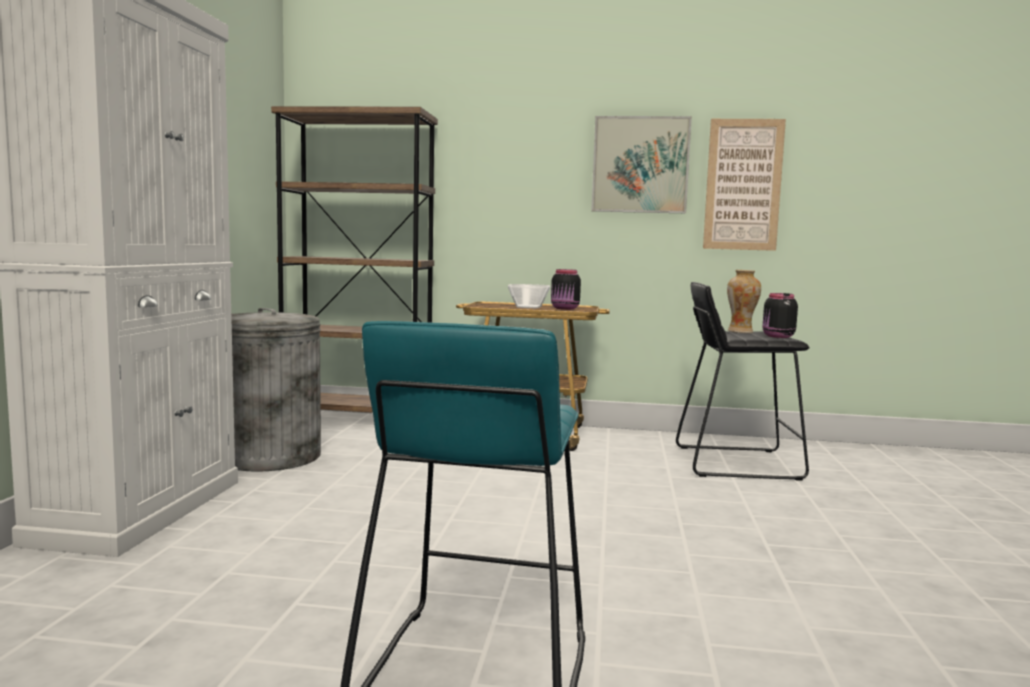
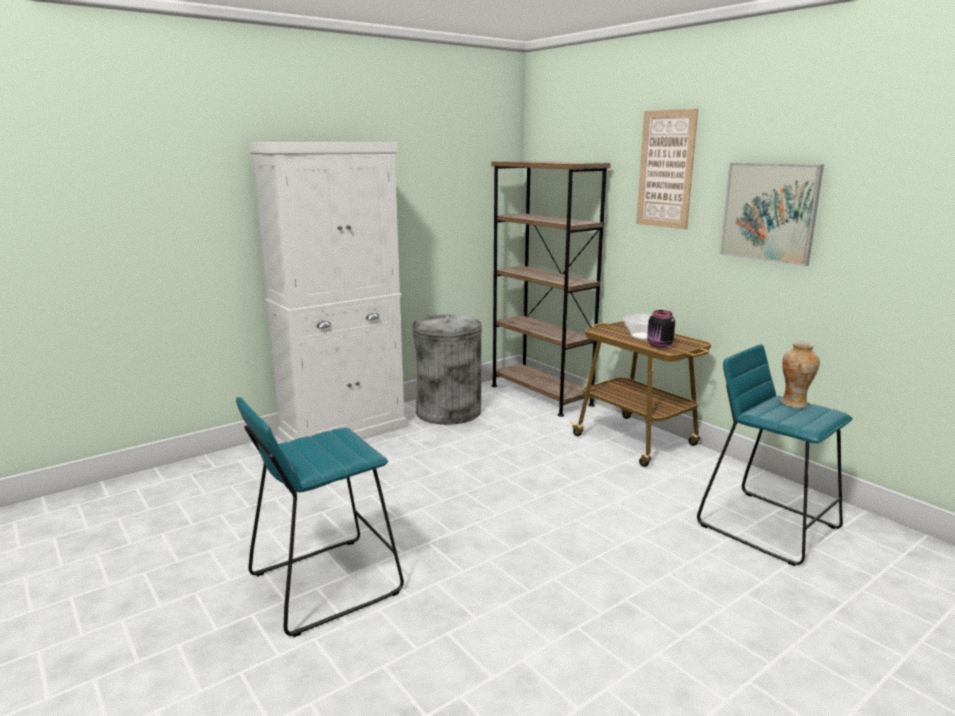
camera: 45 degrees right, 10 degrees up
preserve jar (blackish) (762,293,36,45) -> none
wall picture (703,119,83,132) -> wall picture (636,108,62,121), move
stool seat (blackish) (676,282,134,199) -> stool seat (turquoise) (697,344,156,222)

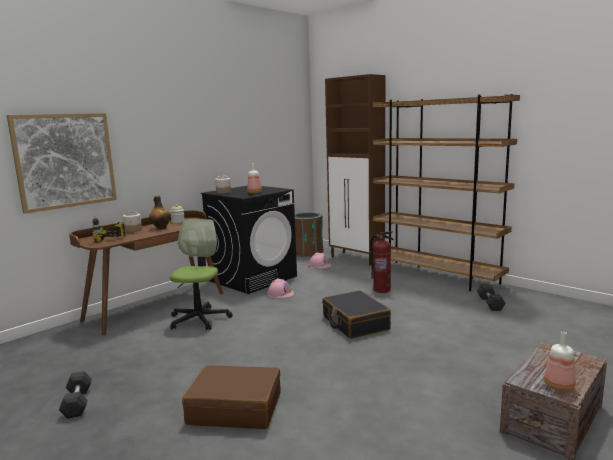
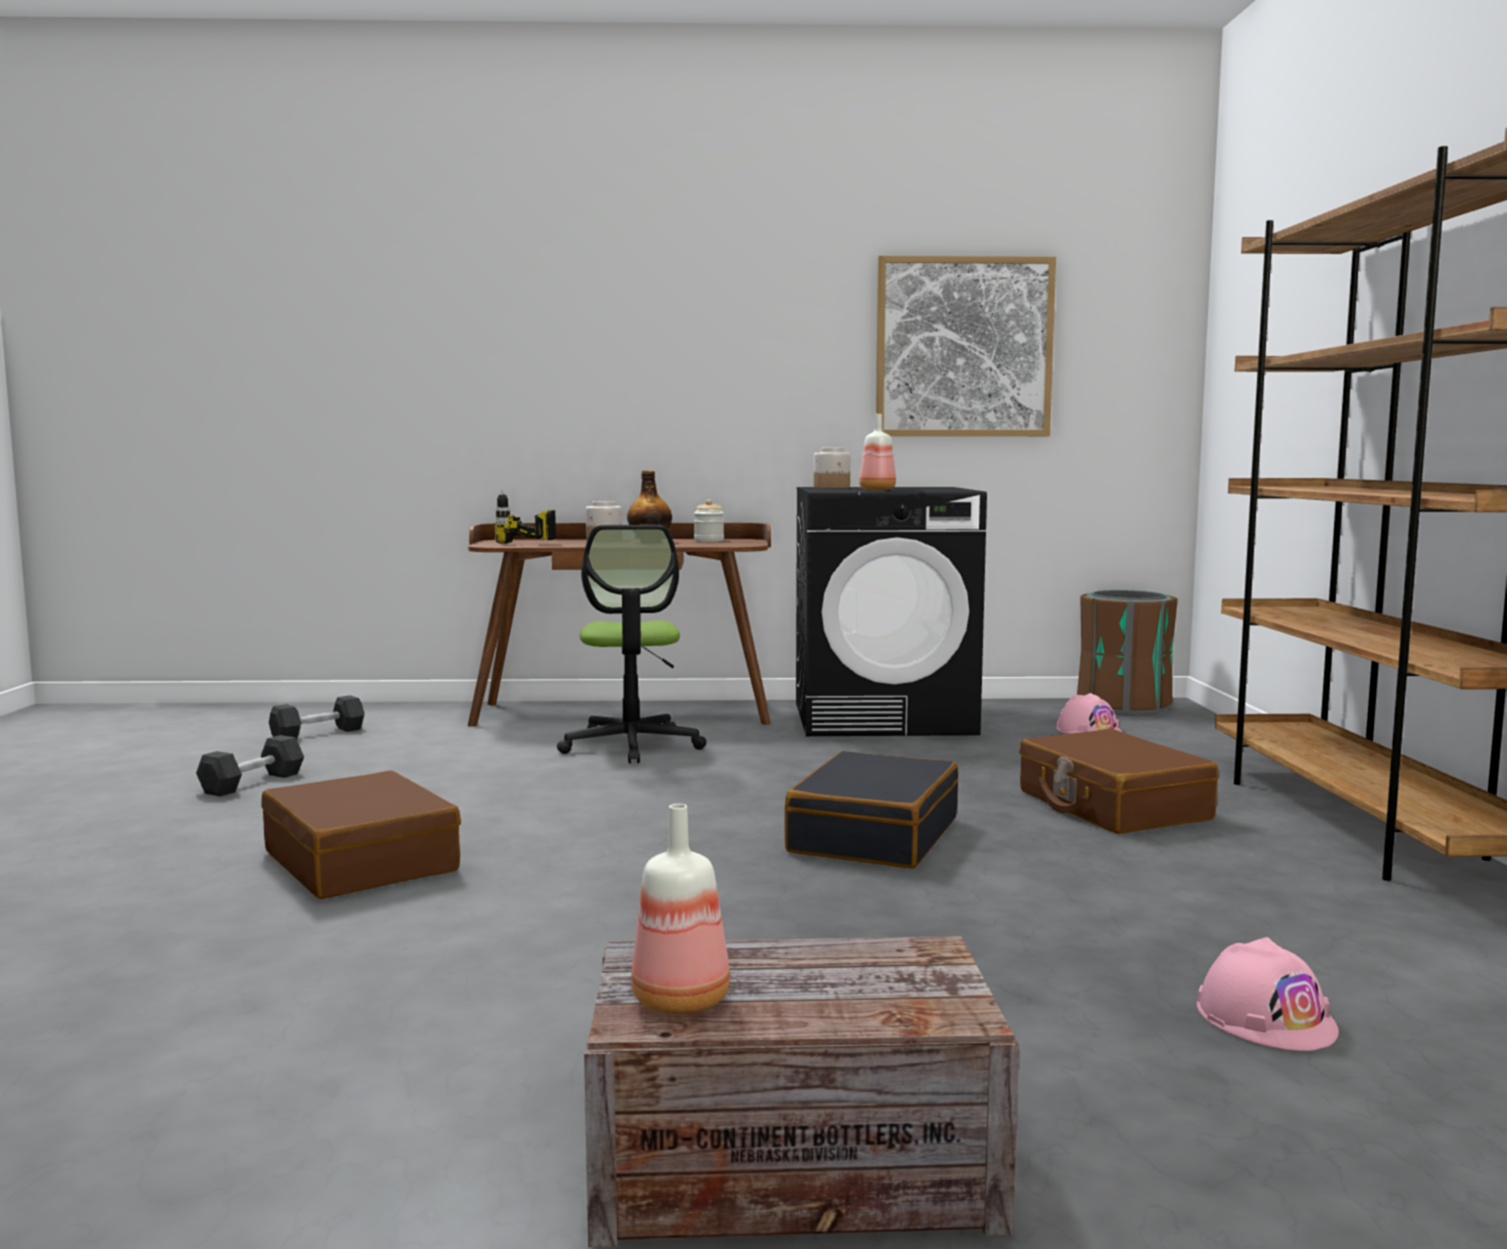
camera: 45 degrees right, 5 degrees down
cupboard (brownish) (325,74,60,192) -> none
wall picture (7,113,110,101) -> wall picture (876,256,180,180), move
work helmet (pink-coloured) (267,278,27,20) -> work helmet (pink-coloured) (1197,937,142,114), move
dumbbell (gray) (477,284,29,27) -> dumbbell (gray) (269,695,95,44), move
extinguisher (370,231,24,62) -> piece of luggage (brownish) (1019,729,199,105)
computer chair (170,219,63,111) -> computer chair (557,525,149,238), 120 degrees clockwise

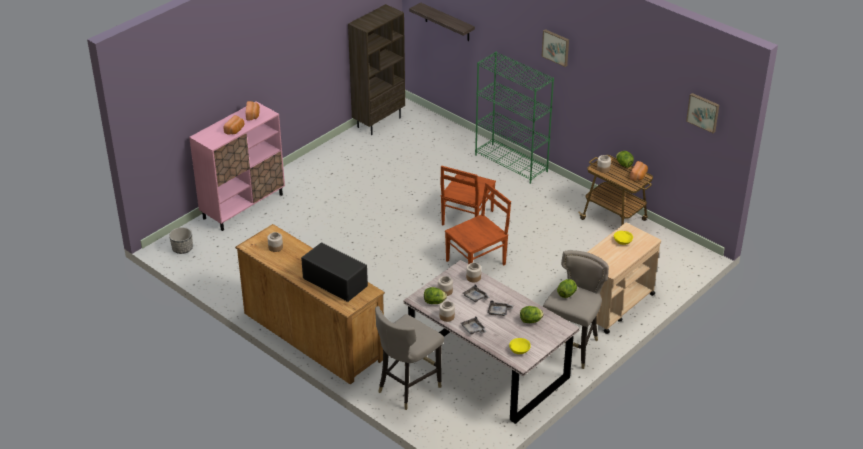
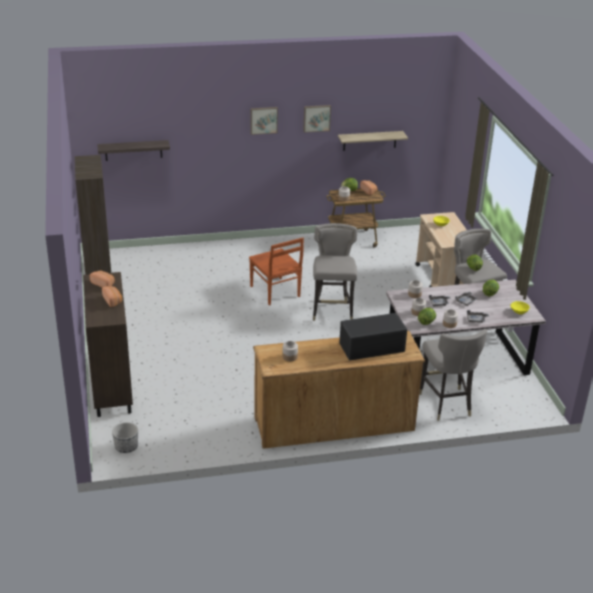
camera: 55 degrees left, 5 degrees down
shelving unit (green) (475,52,79,132) -> none
none -> shelf (338,131,70,20)
wall picture (686,93,33,40) -> wall picture (303,105,28,28), move
plain chair (brownish) (445,182,66,83) -> stool seat (gray) (313,223,44,98)
cupboard (pink-coloured) (189,101,96,130) -> cupboard (brownish) (83,272,50,145)

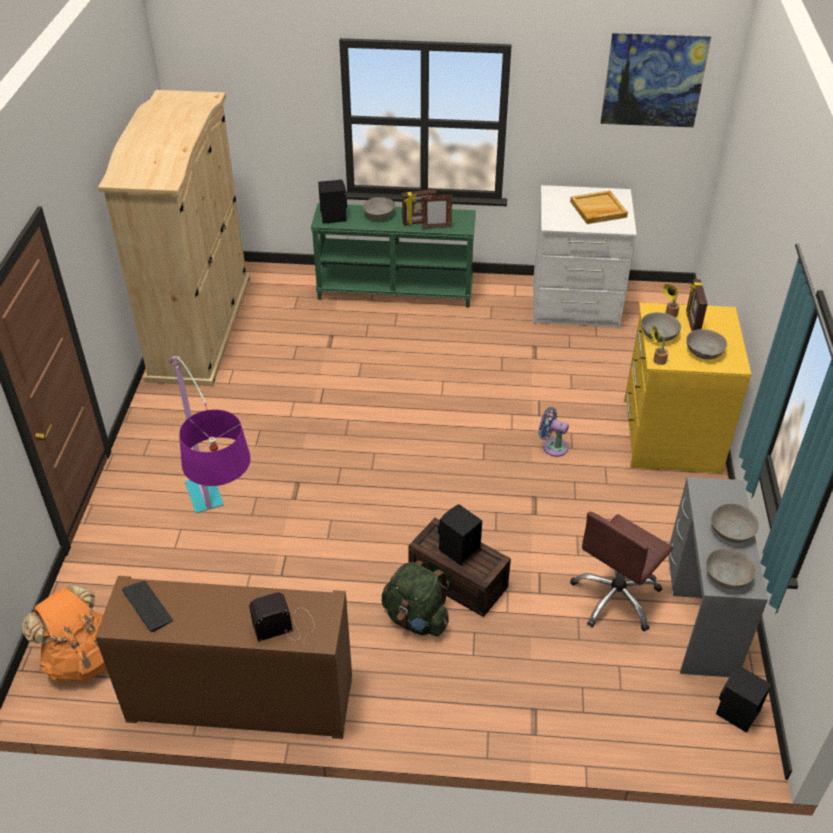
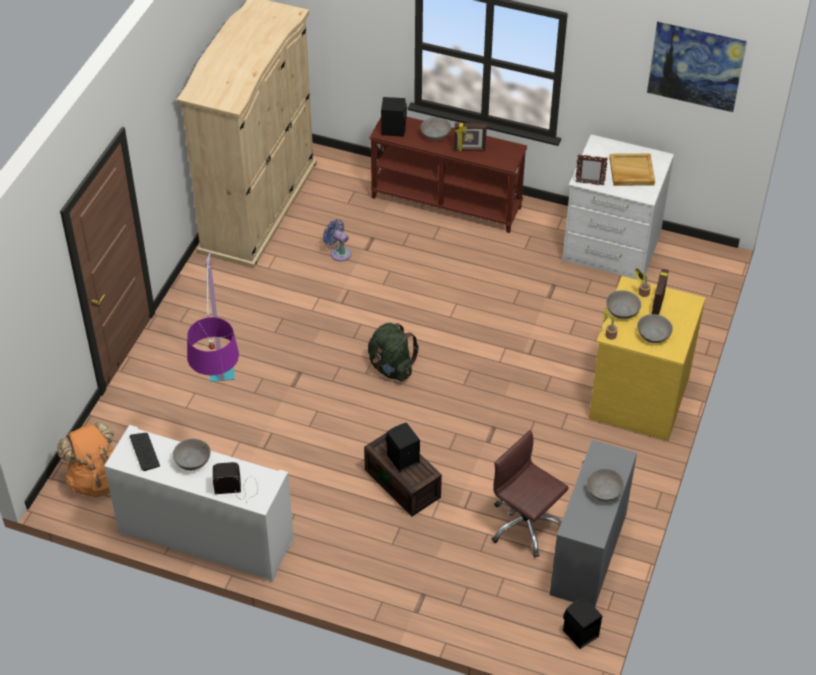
camera: 15 degrees right, 5 degrees up
knapsack (green) (382,560,67,76) -> knapsack (green) (368,323,51,59), move
picture frame (421,194,32,35) -> picture frame (575,155,33,31), move
cooling fan (blue) (538,407,31,50) -> cooling fan (blue) (323,219,28,42), move
serving bowl (gray) (706,548,50,42) -> serving bowl (gray) (173,439,38,32), move
cupboard (brownish) (95,576,257,163) -> cupboard (white-coloured) (104,425,190,157)
hall table (green) (311,203,165,104) -> hall table (brownish) (370,116,157,117)
computer chair (brownish) (570,512,103,119) -> computer chair (brownish) (492,430,77,128), 75 degrees clockwise

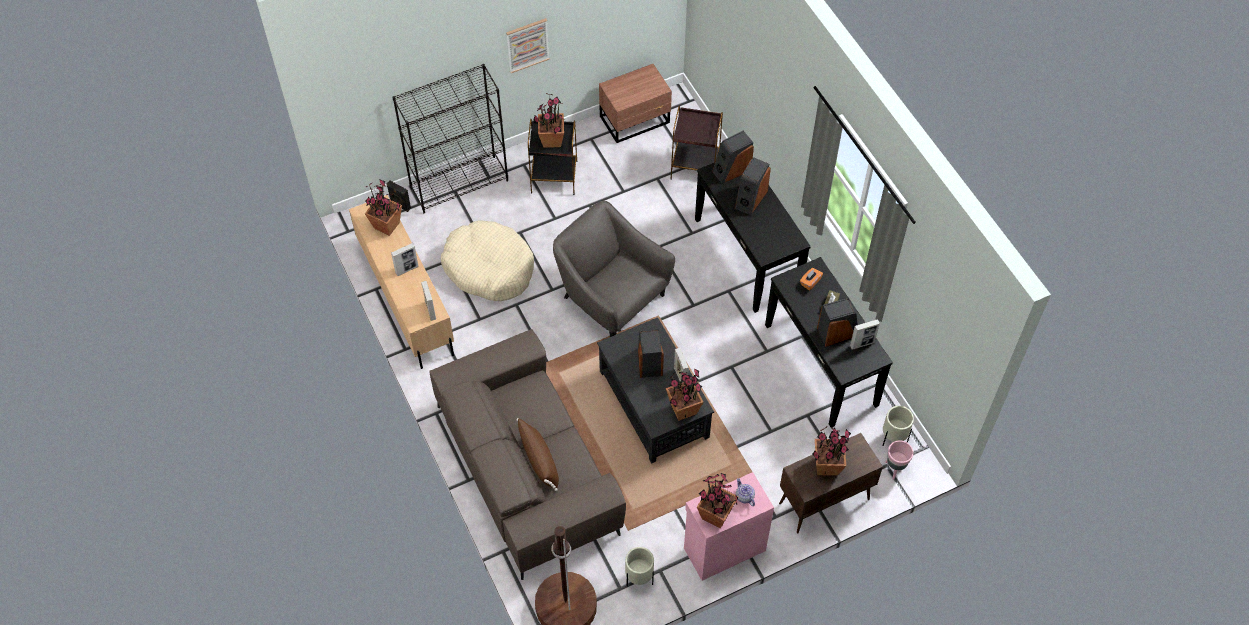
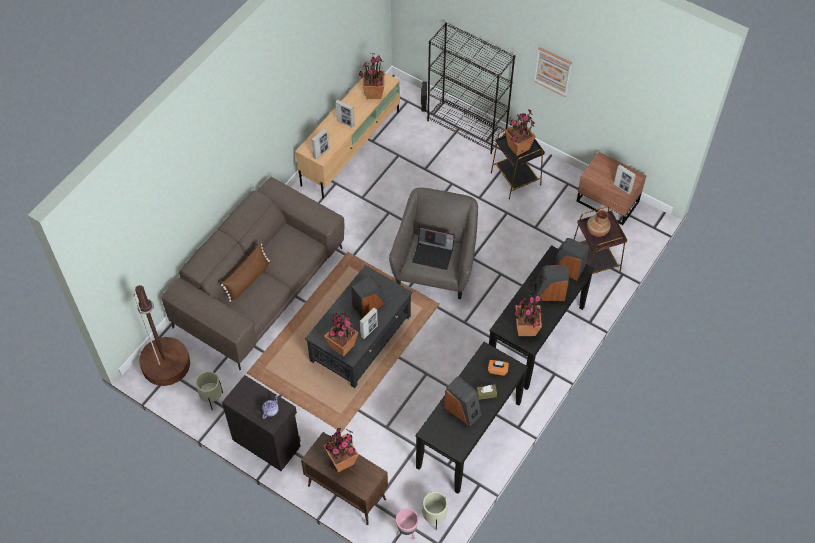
camera: 60 degrees right, 0 degrees up
dog cushion (beige) (441,220,93,81) -> none
none -> laptop (412,227,43,43)
none -> decorative vase (brownish) (587,210,24,27)
potted plant (697,473,42,56) -> potted plant (513,289,30,47), move
picture frame (850,319,30,31) -> picture frame (614,165,22,29), move
cupboard (pink-coloured) (684,472,90,109) -> cupboard (blackish) (222,375,79,96)

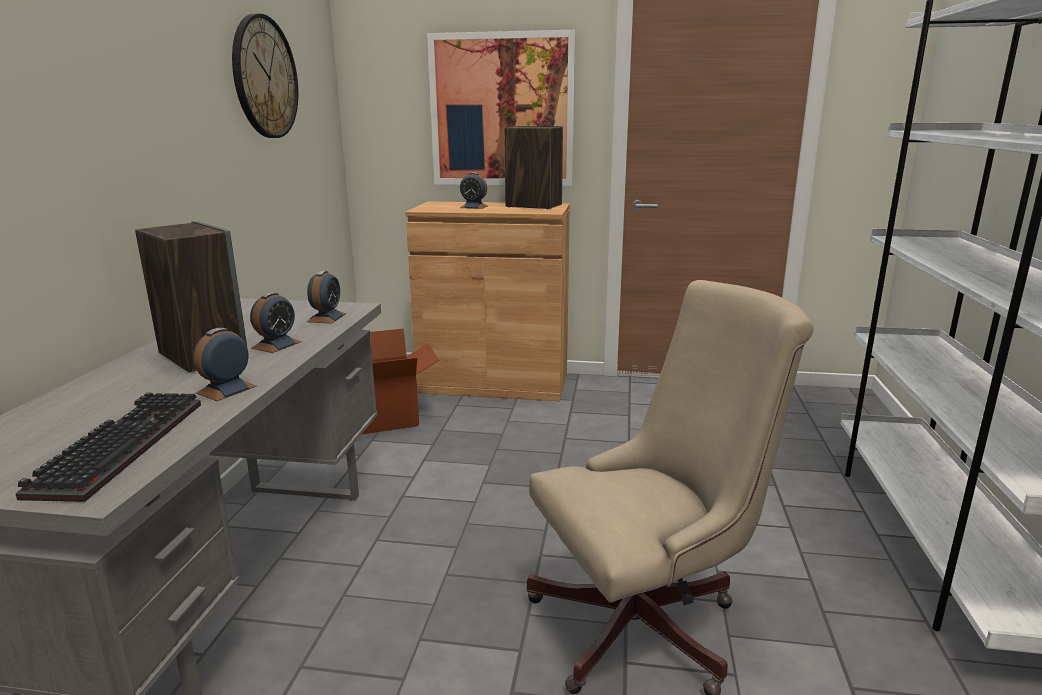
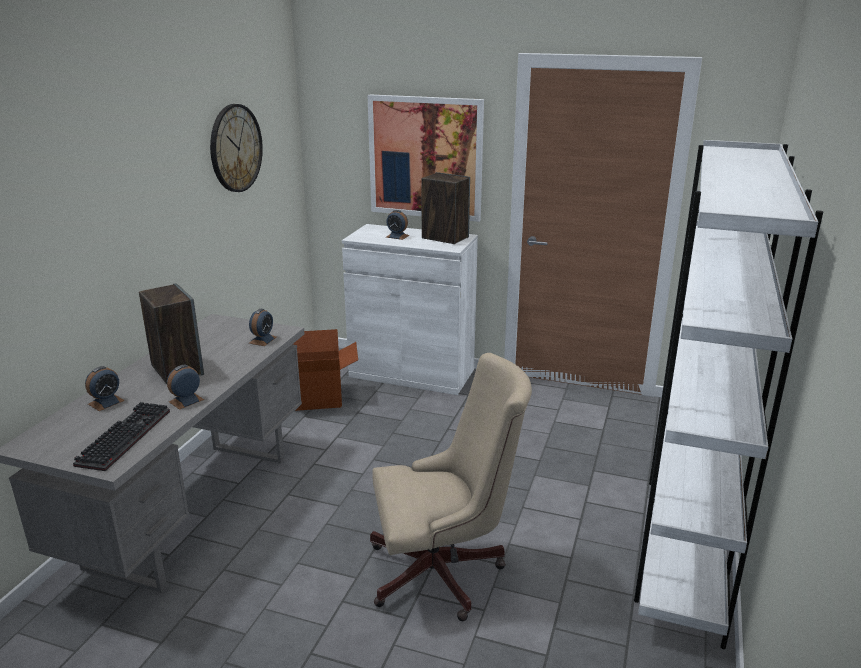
camera: 10 degrees right, 5 degrees up
bedside clock (250,292,51,61) -> bedside clock (85,366,40,45), move
cupboard (brownish) (405,201,165,200) -> cupboard (white-coloured) (342,224,136,171)

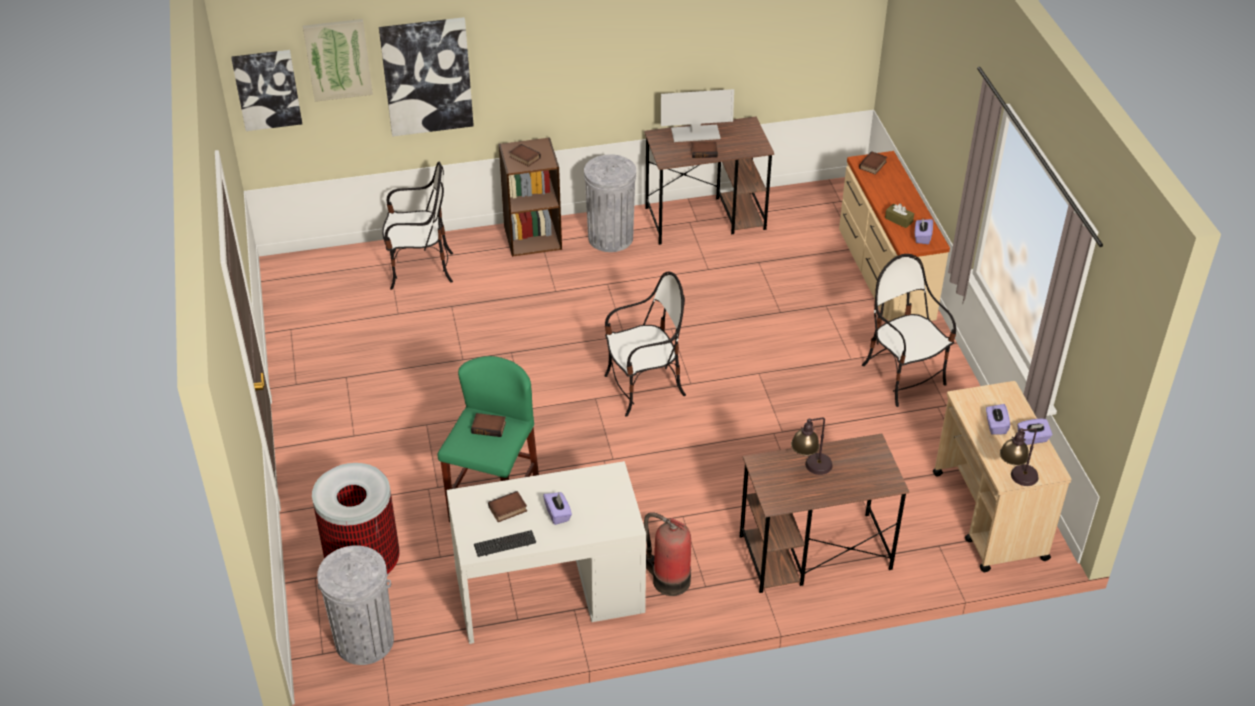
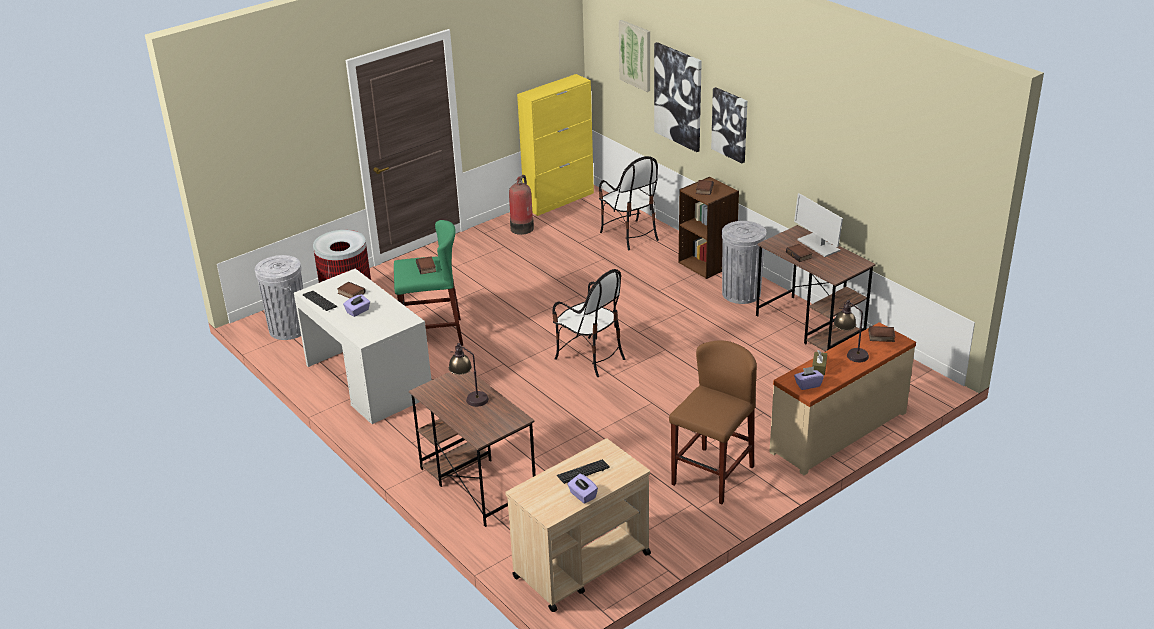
camera: 65 degrees right, 10 degrees down
none -> cupboard (yellow) (517,74,77,142)
wall picture (231,50,71,81) -> wall picture (711,87,36,76), move
extinguisher (644,512,47,84) -> extinguisher (509,175,25,60), move
lamp for a table (1000,428,39,58) -> lamp for a table (834,300,35,62), move
plain chair (862,254,94,153) -> stool seat (brownish) (669,340,88,164)
box of tissues (purplish) (986,404,24,30) -> PC keyboard (557,459,53,25)

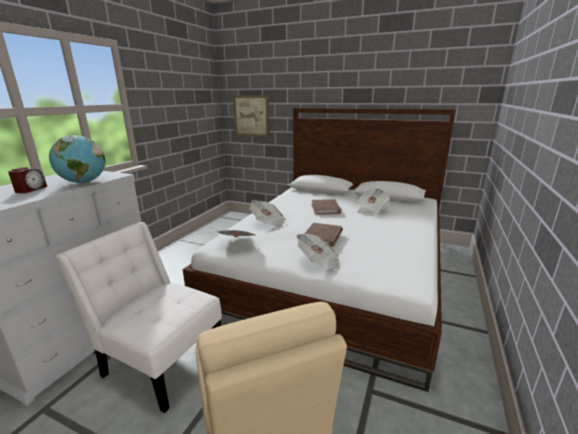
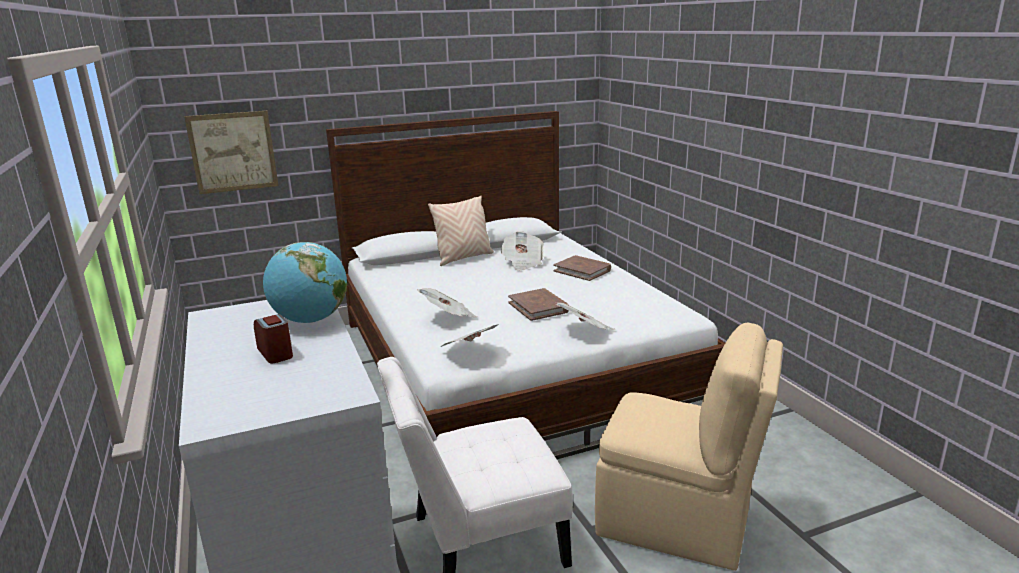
camera: 45 degrees left, 0 degrees up
none -> pillow (beige) (428,195,66,71)
volume (brownish) (312,199,30,16) -> volume (brownish) (553,255,58,26), move

